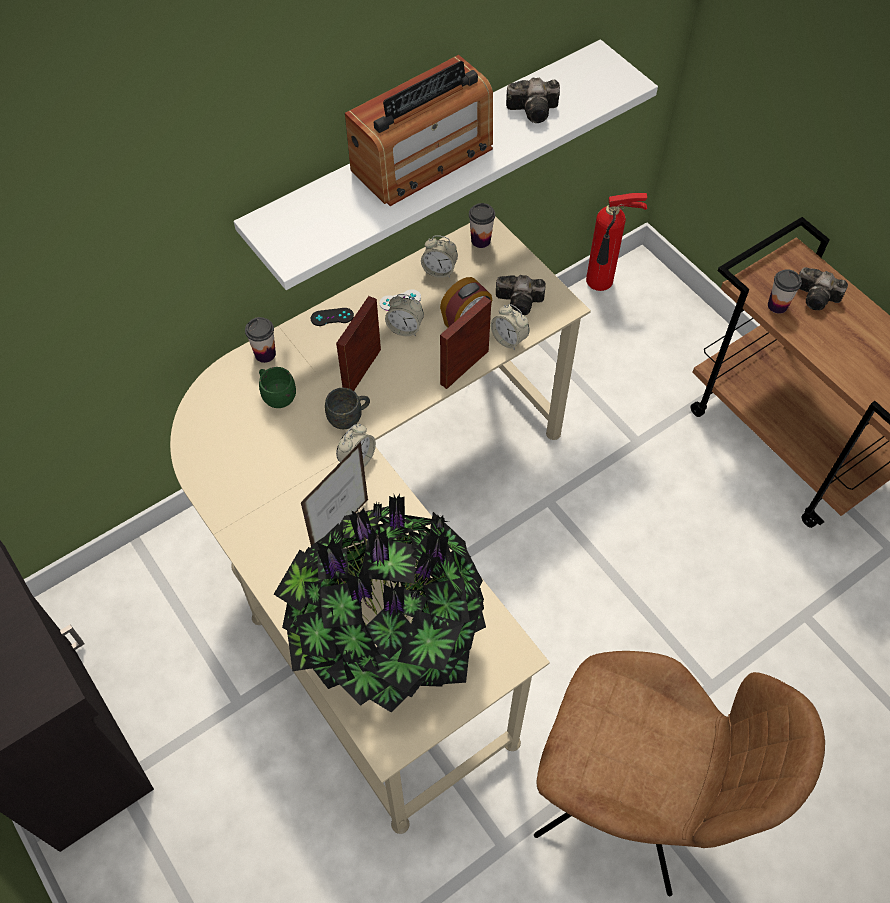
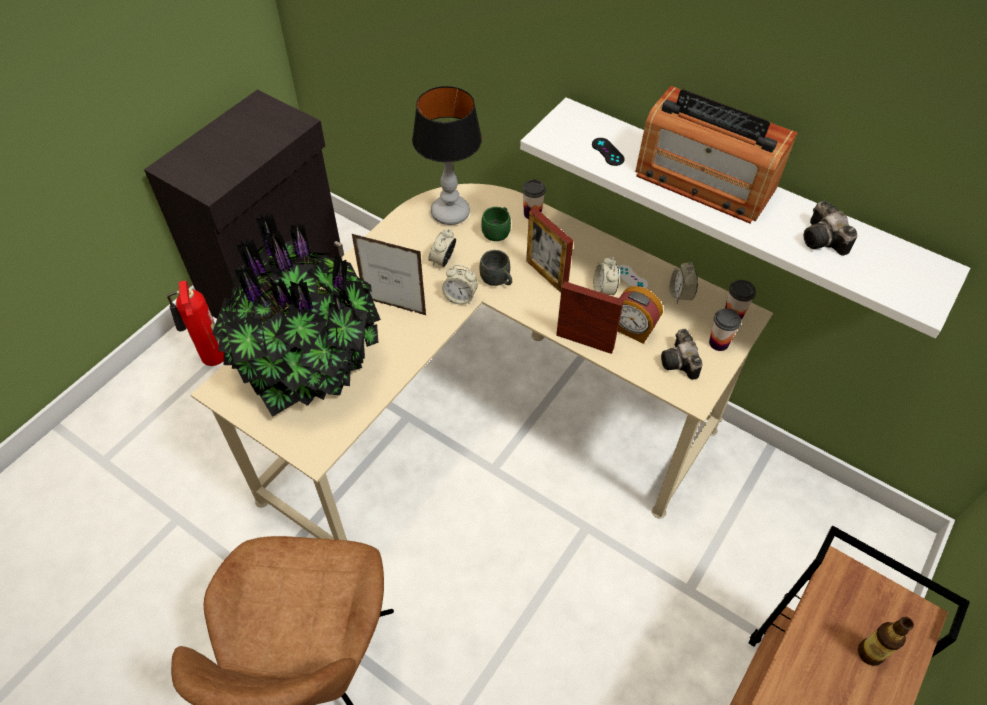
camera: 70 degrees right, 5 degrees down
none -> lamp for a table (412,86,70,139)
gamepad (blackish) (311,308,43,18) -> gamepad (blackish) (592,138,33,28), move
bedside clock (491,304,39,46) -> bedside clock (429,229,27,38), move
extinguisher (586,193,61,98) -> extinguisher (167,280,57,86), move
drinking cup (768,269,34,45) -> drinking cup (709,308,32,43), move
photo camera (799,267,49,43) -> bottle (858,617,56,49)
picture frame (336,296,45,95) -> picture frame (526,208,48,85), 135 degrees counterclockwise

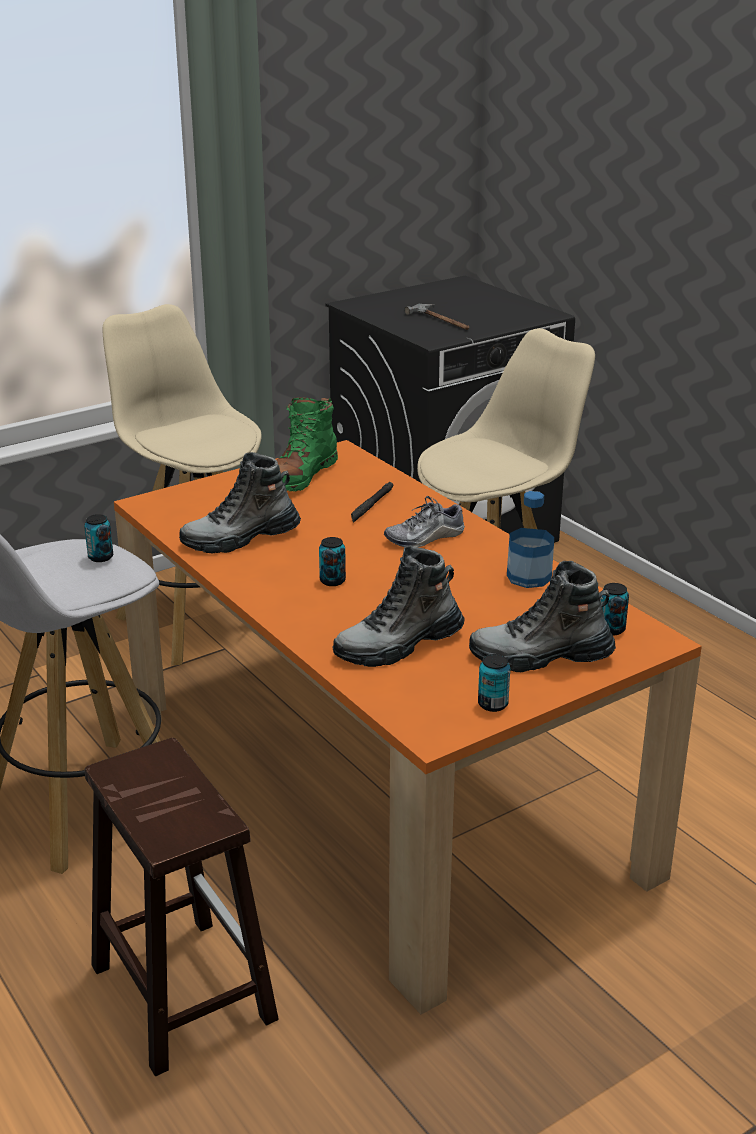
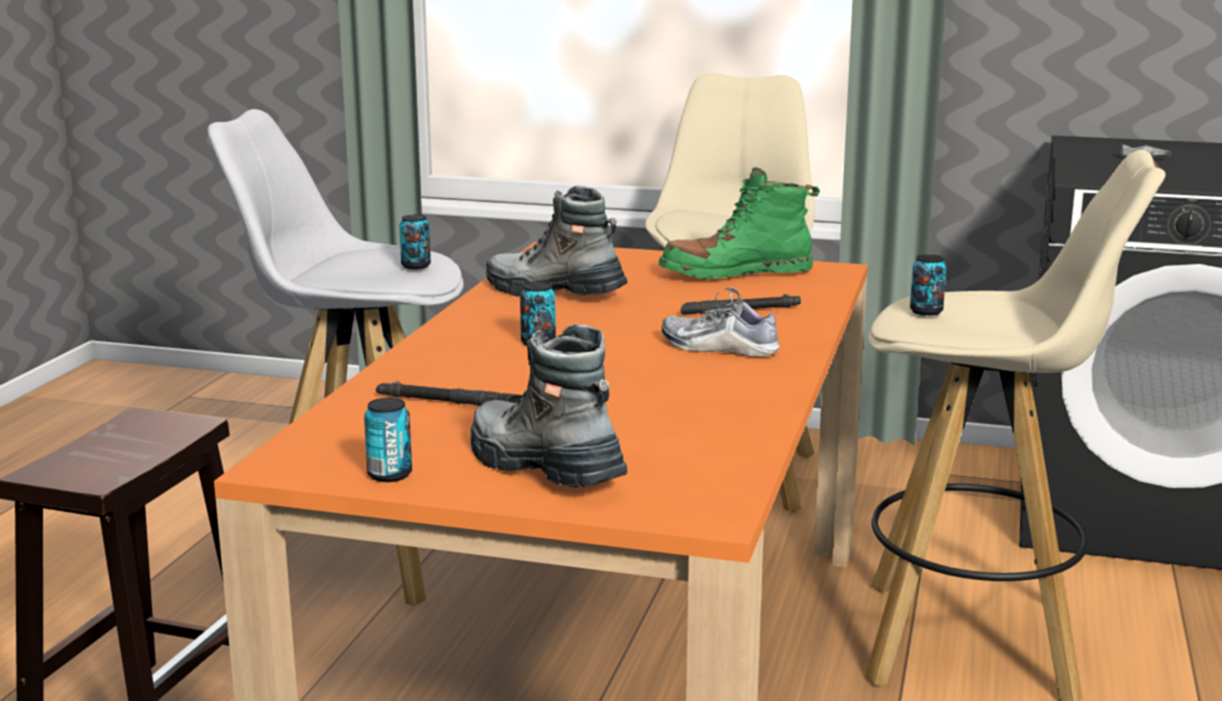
camera: 50 degrees right, 10 degrees down
bottle (507,491,47,97) -> none
metal can (600,583,29,52) -> metal can (910,254,36,62), move
boot (332,546,133,121) -> hand torch (blackish) (376,381,148,25)

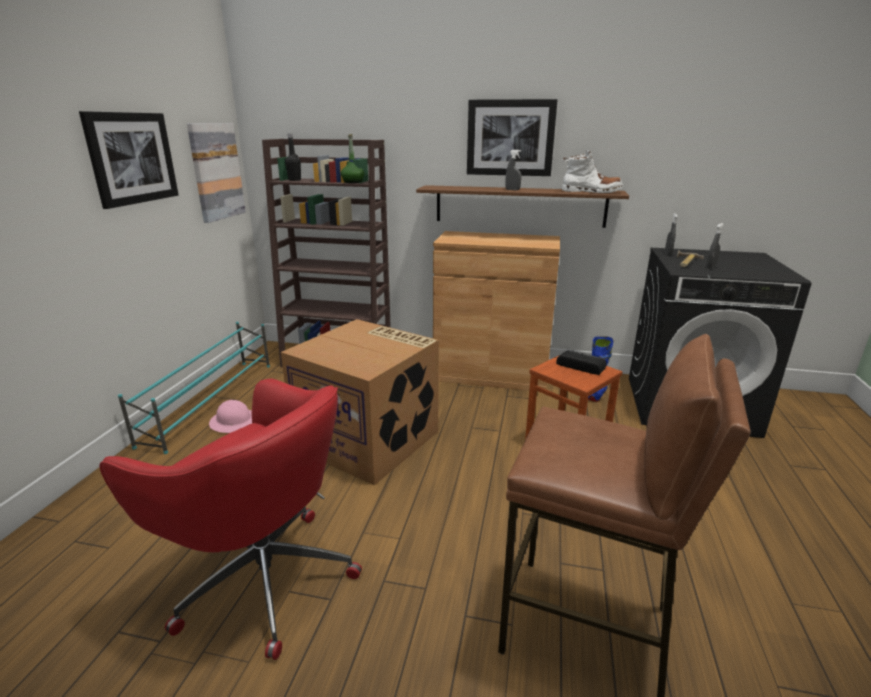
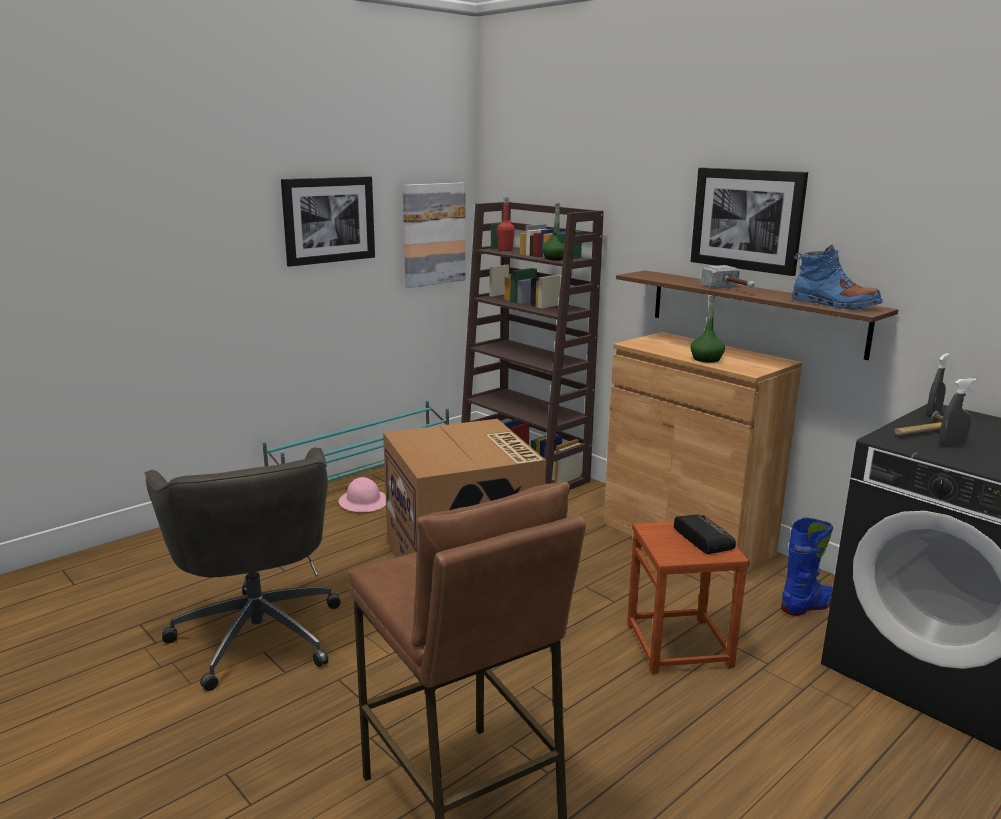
camera: 35 degrees right, 5 degrees down
none -> bottle (green) (690,296,35,67)
sprayer (gray) (505,150,17,40) -> hand hammer (701,265,54,23)
computer chair (reddish) (99,378,263,282) -> computer chair (gray) (145,448,196,243)
bottle (blackish) (285,133,16,48) -> bottle (reddish) (497,198,18,53)
boot (white-coloured) (562,149,61,44) -> boot (blue) (792,244,91,66)

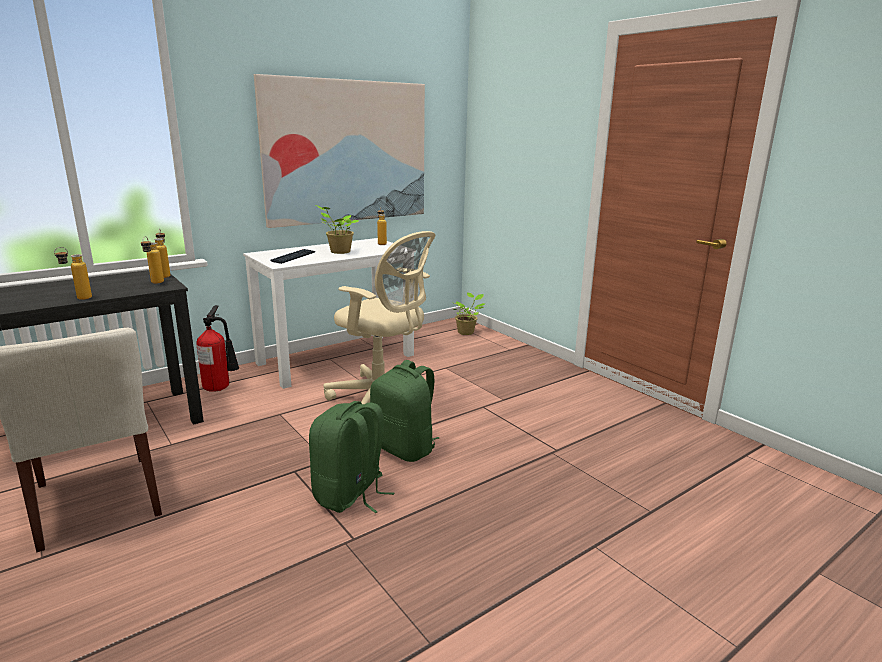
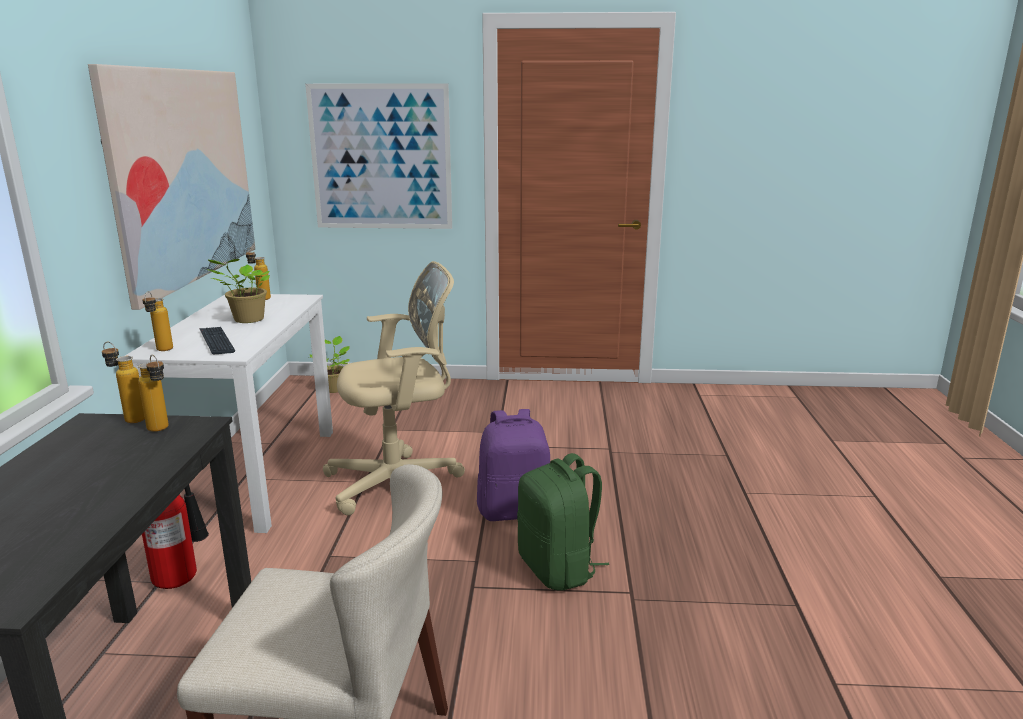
camera: 50 degrees left, 0 degrees up
none -> wall picture (305,84,147,145)
bottle (54,247,38,53) -> bottle (142,292,31,59), move
knapsack (green) (370,360,69,102) -> knapsack (purplish) (477,409,73,112)

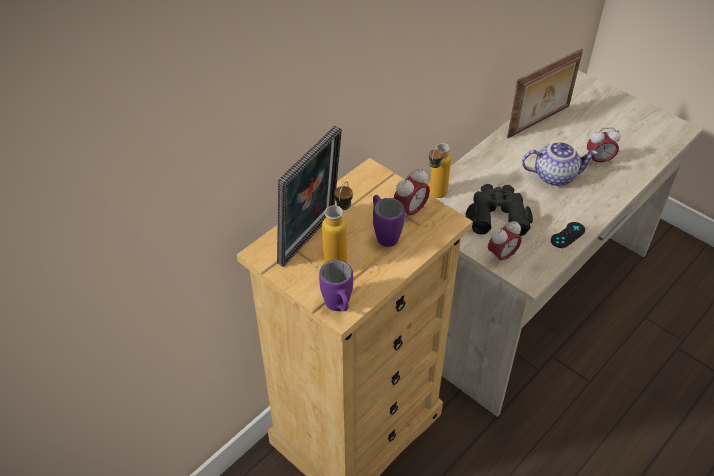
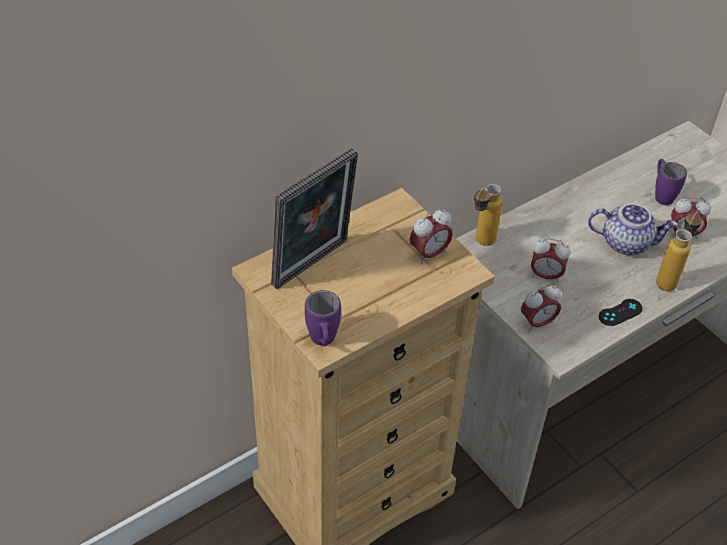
camera: 10 degrees right, 0 degrees up
picture frame (507,49,76,89) -> none
bottle (322,181,31,83) -> bottle (656,210,46,81), move
tea mug (purplish) (373,195,32,52) -> tea mug (purplish) (655,159,32,46), move
field glasses (blackish) (466,184,67,52) -> bedside clock (531,238,39,45)

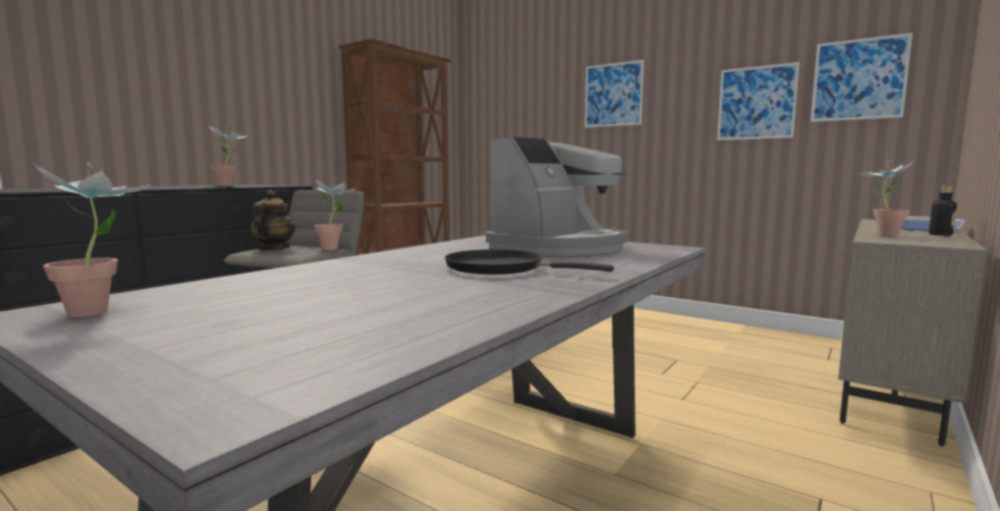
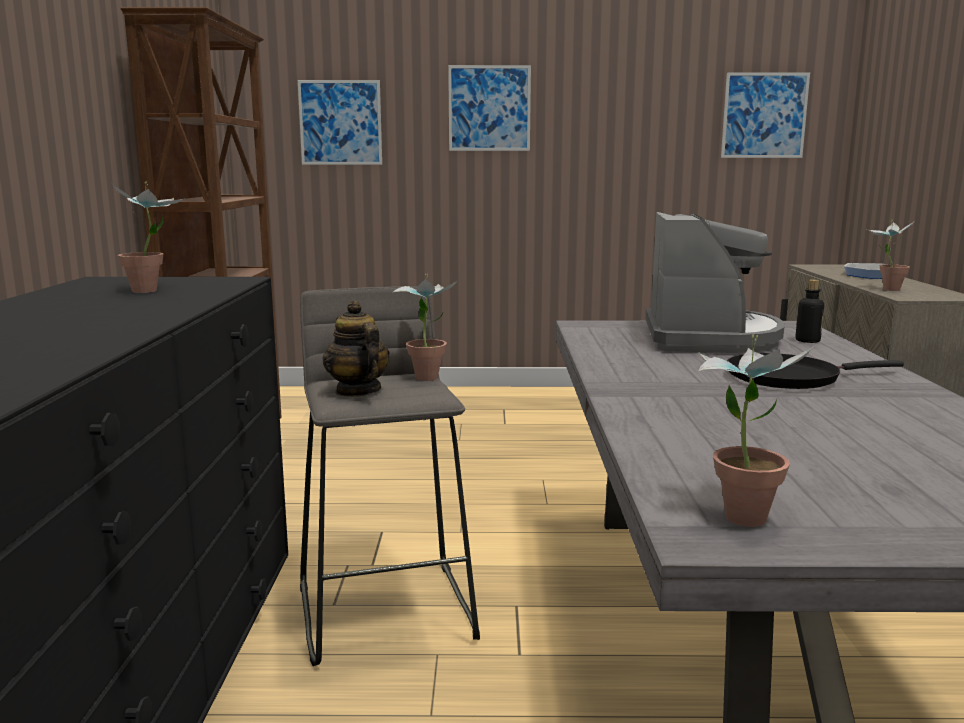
camera: 35 degrees left, 5 degrees up
wall picture (717,62,83,78) -> wall picture (298,80,84,85), move
bottle (929,185,28,51) -> bottle (795,279,29,64), move

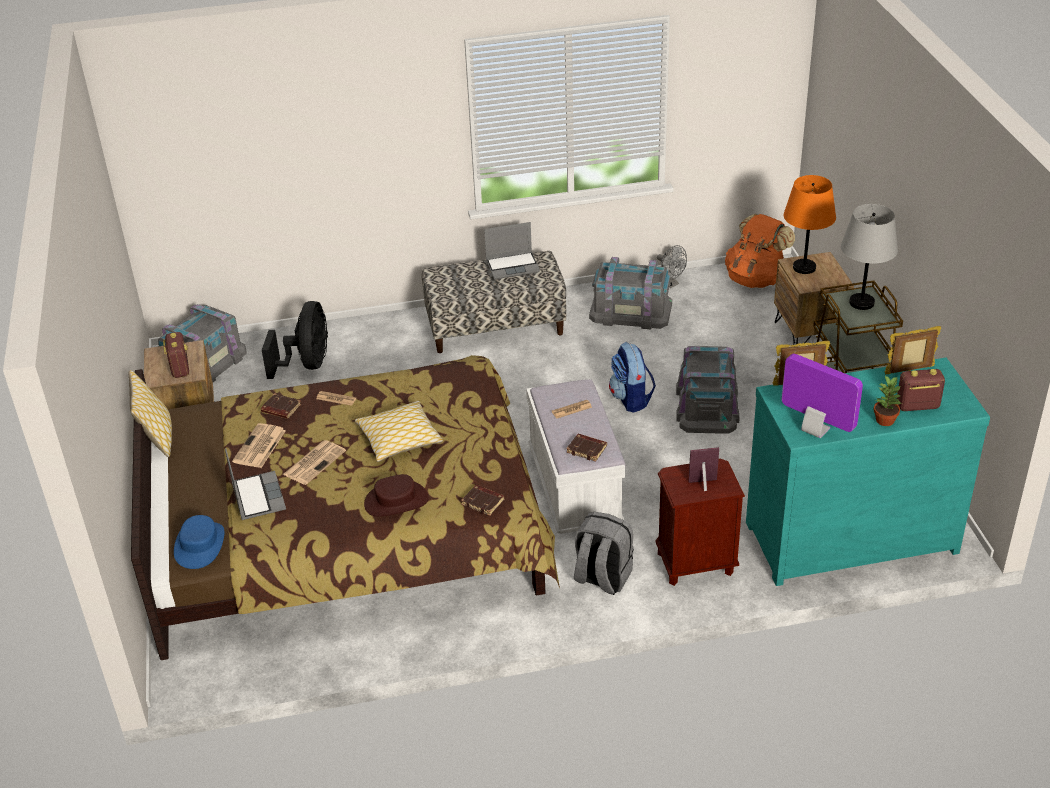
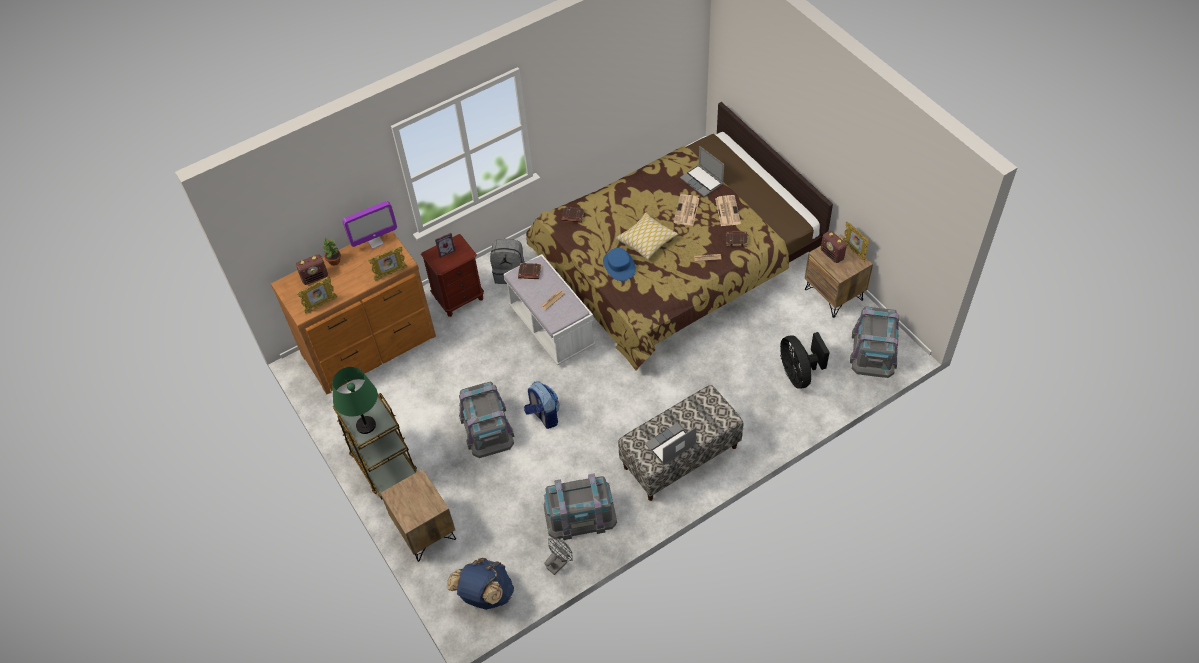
camera: 160 degrees right, 15 degrees up
pillow (129,370,43,87) -> none
hat (brownish) (364,474,64,42) -> none
lamp for a table (orange) (784,175,52,99) -> none
none -> picture frame (843,222,27,40)
hat (blue) (174,515,50,54) -> hat (blue) (603,248,33,33), move
knapsack (orange) (725,214,70,74) -> knapsack (blue) (447,558,67,52)
chest of drawers (turquoise) (746,358,244,228) -> chest of drawers (brownish) (271,231,165,163)
lamp for a table (gray) (841,204,57,106) -> lamp for a table (green) (332,367,46,67)
cooling fan (gray) (657,245,30,43) -> cooling fan (gray) (544,538,29,37), 105 degrees clockwise
computer display (782,354,81,84) -> computer display (343,201,54,48), 45 degrees counterclockwise

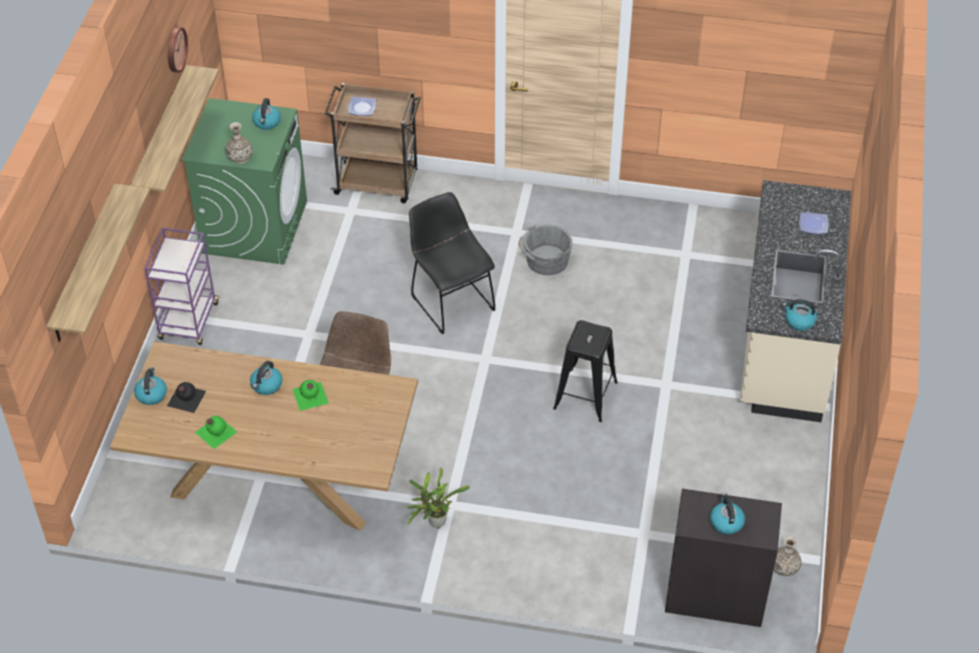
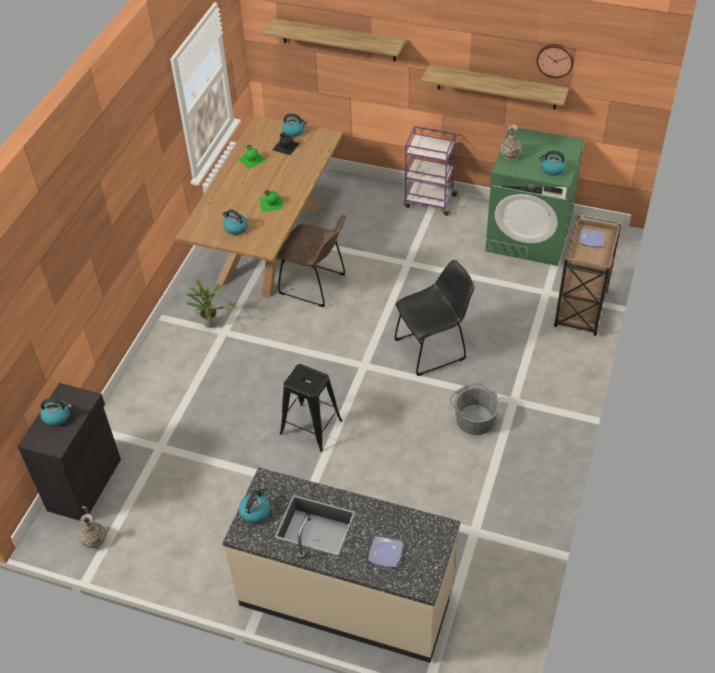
camera: 100 degrees right, 0 degrees up
tea kettle (250,361,32,34) -> tea kettle (222,209,26,26), move

